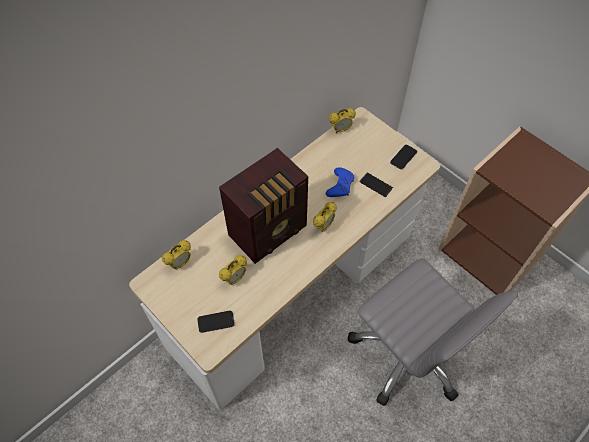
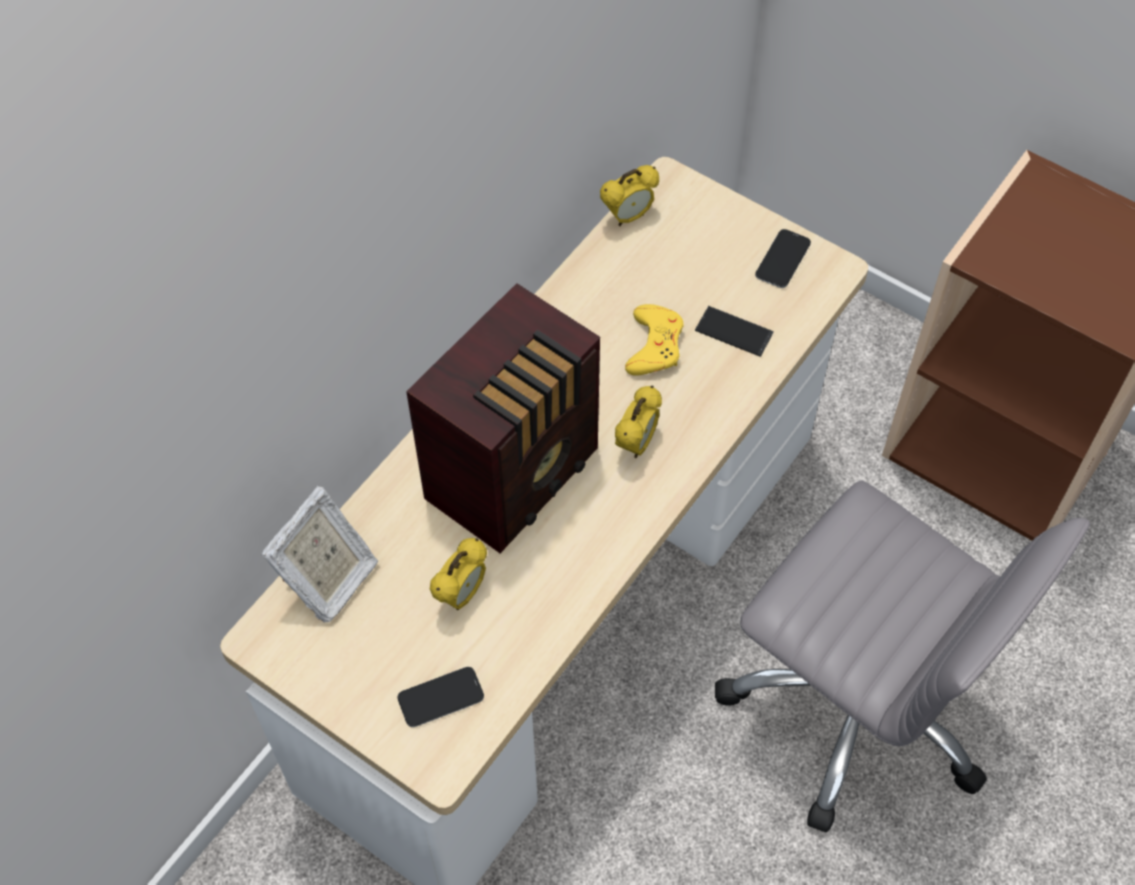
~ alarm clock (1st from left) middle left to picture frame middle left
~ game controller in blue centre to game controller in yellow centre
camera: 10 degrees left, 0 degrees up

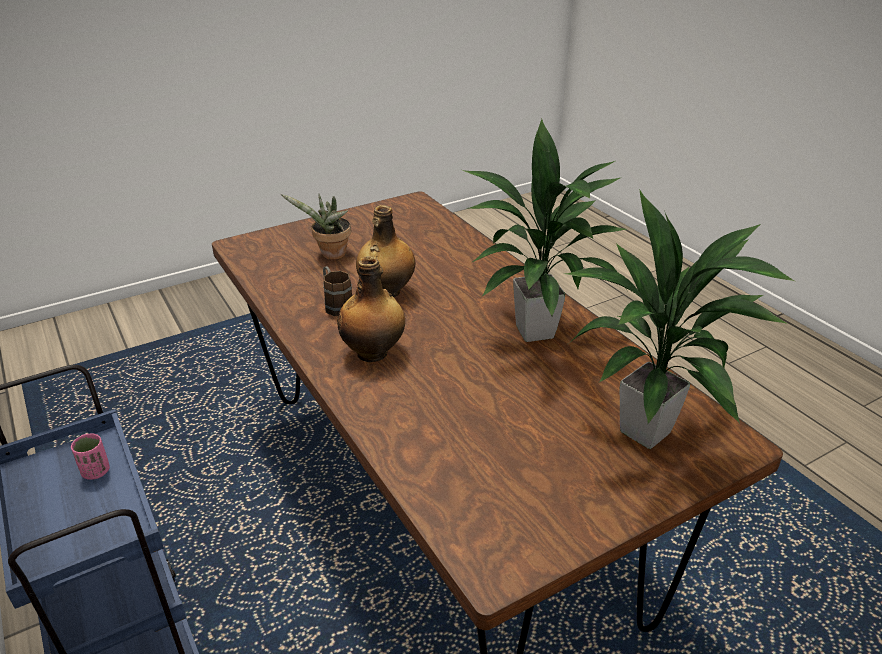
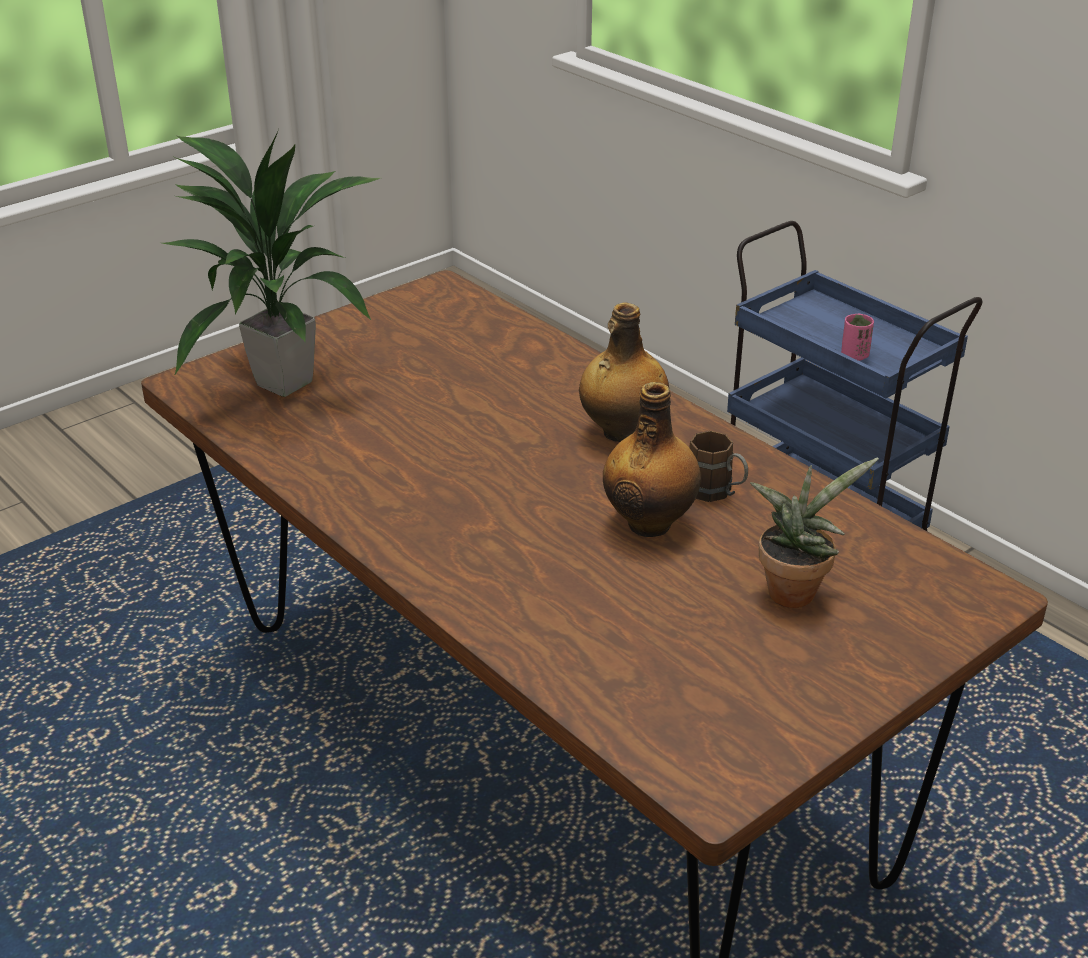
- potted plant (2nd from left) centre
camera: 170 degrees right, 0 degrees up

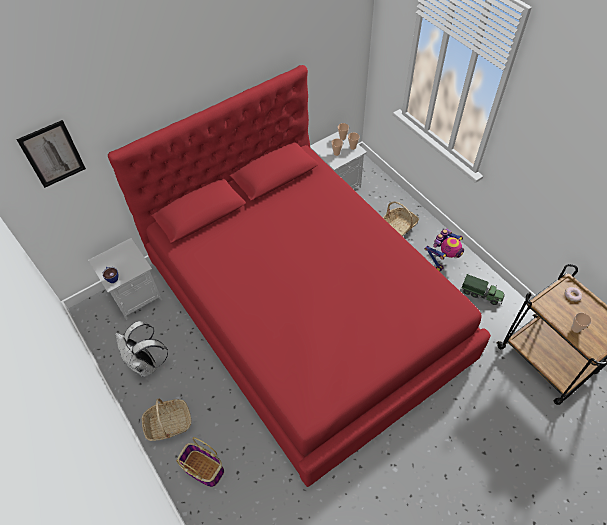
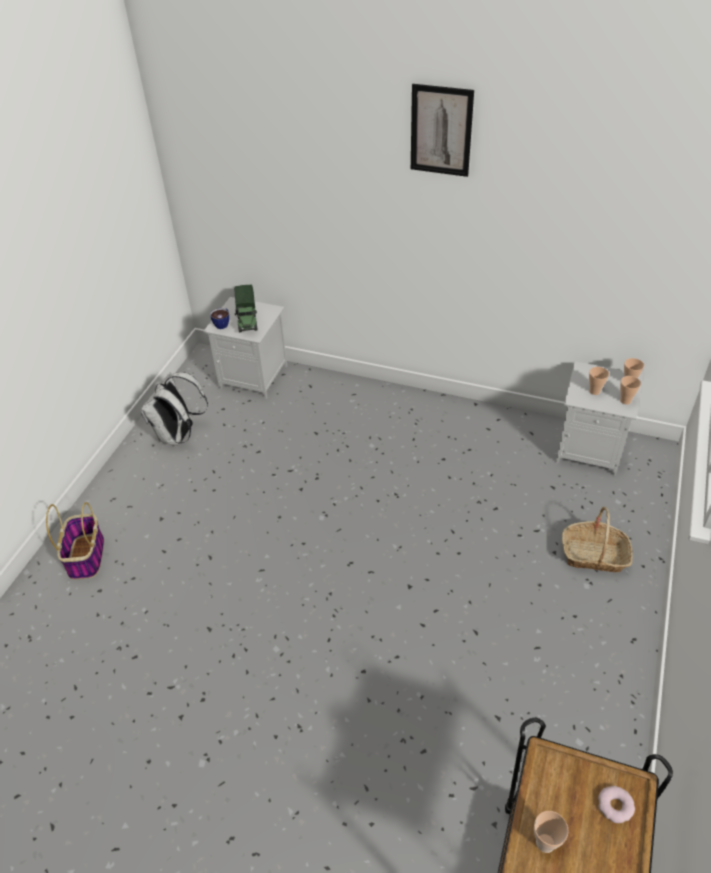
- bed in red centre
- basket (1st from left) bottom left
- toy robot middle right
~ picture top left to top centre
~ toy truck middle right to centre
camera: 55 degrees right, 10 degrees down

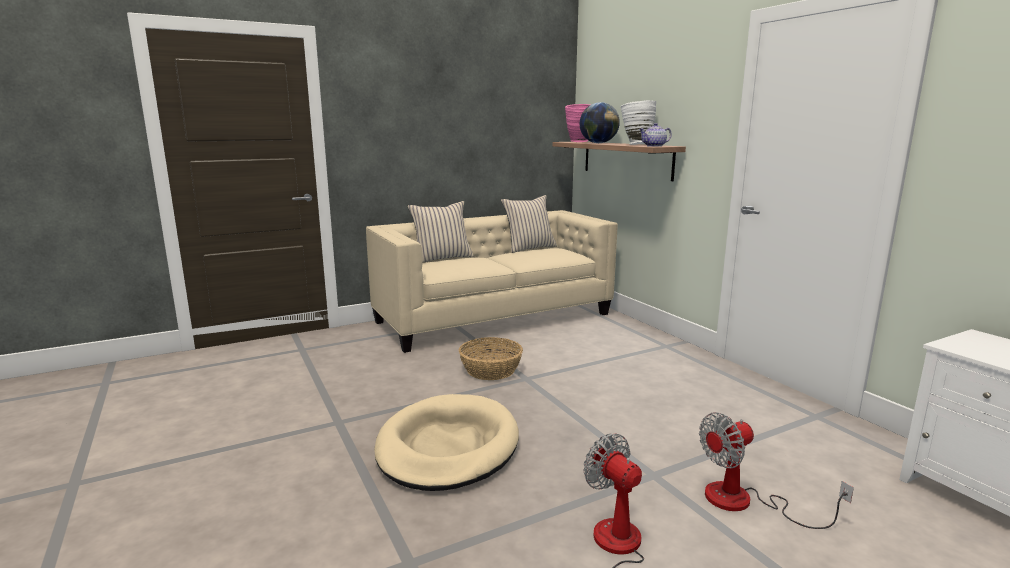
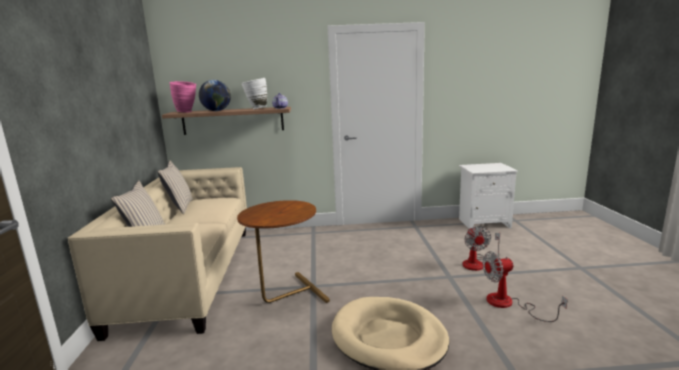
~ basket centre to side table in brown bottom centre
camera: 65 degrees left, 0 degrees up

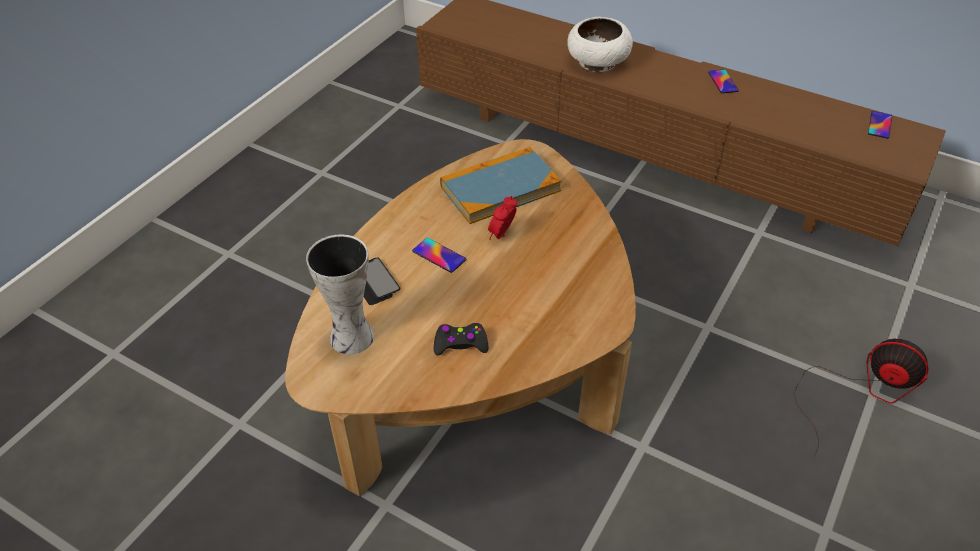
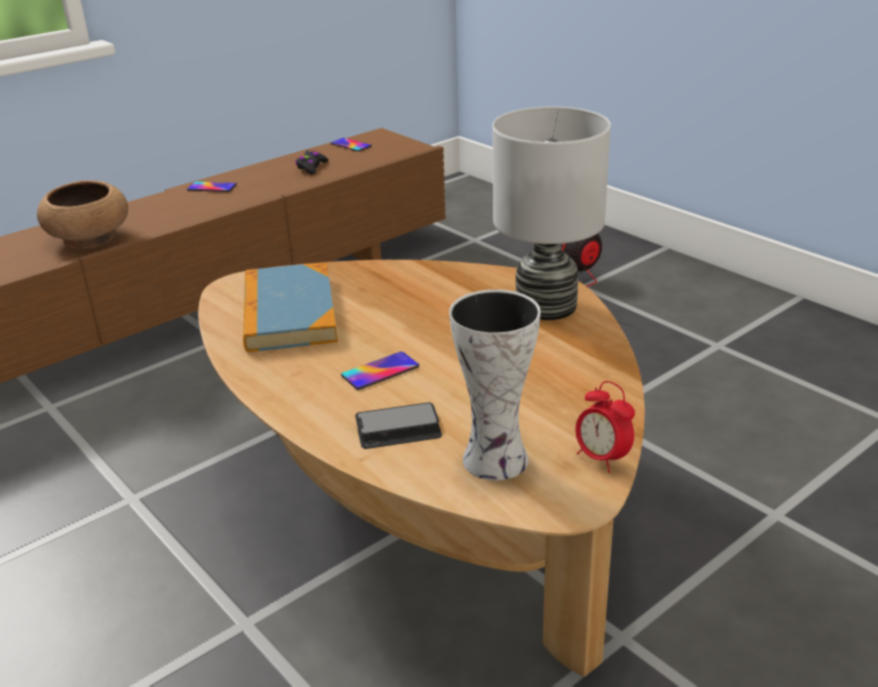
+ table lamp in grey top centre
~ game controller in black centre to top centre
~ alarm clock centre to middle right
~ bowl in white top centre to bowl in brown top left
camera: 70 degrees left, 15 degrees down

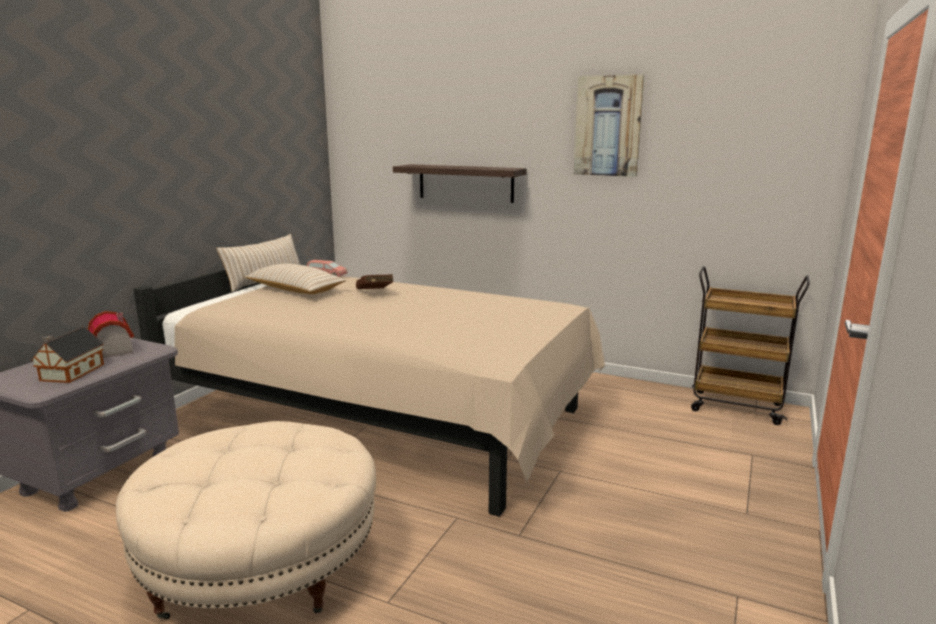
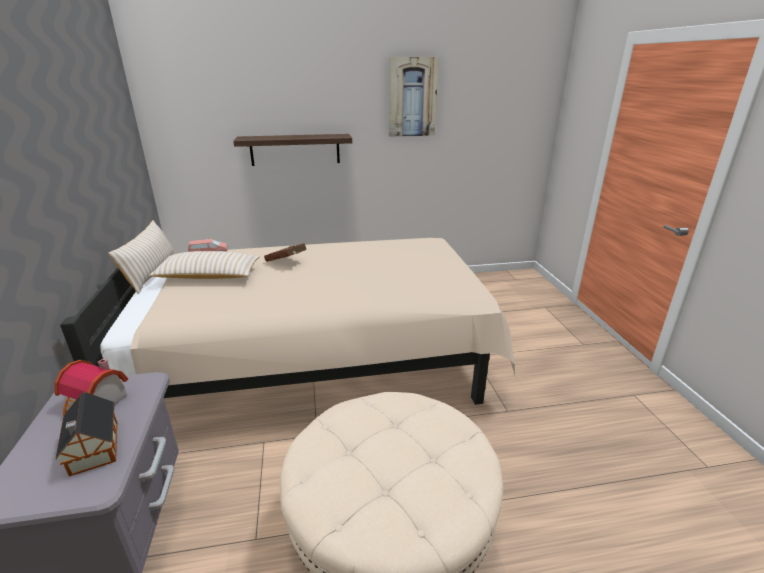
- cart in brown middle right
camera: 35 degrees left, 10 degrees up

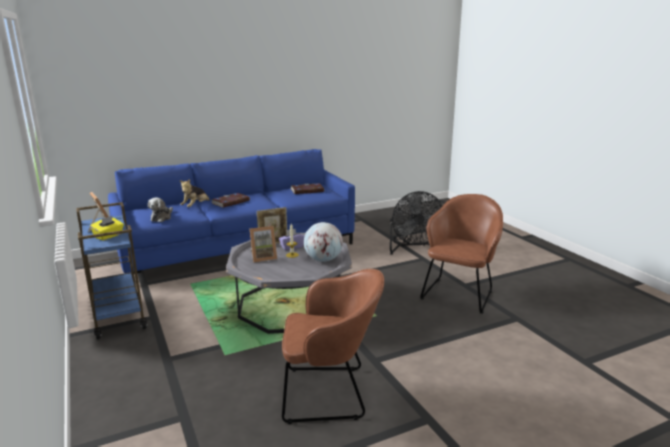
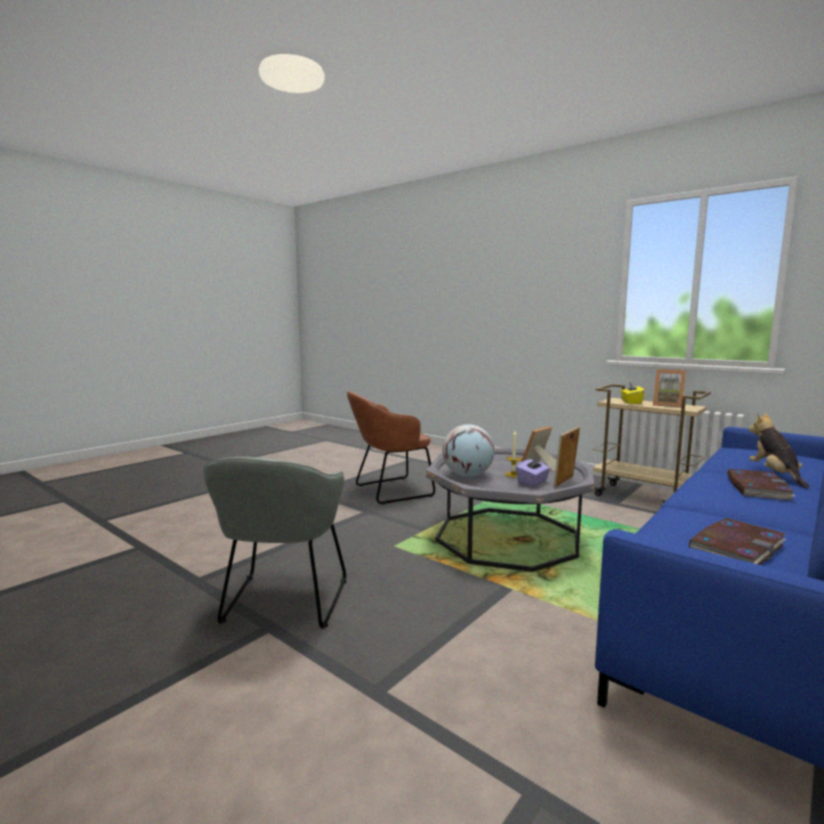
- plush toy (1st from left) middle left
- fan in black centre
~ cart in blue middle left to cart in beige middle right
~ armchair in brown (2nd from left) middle right to armchair in grey middle left
camera: 155 degrees right, 10 degrees down

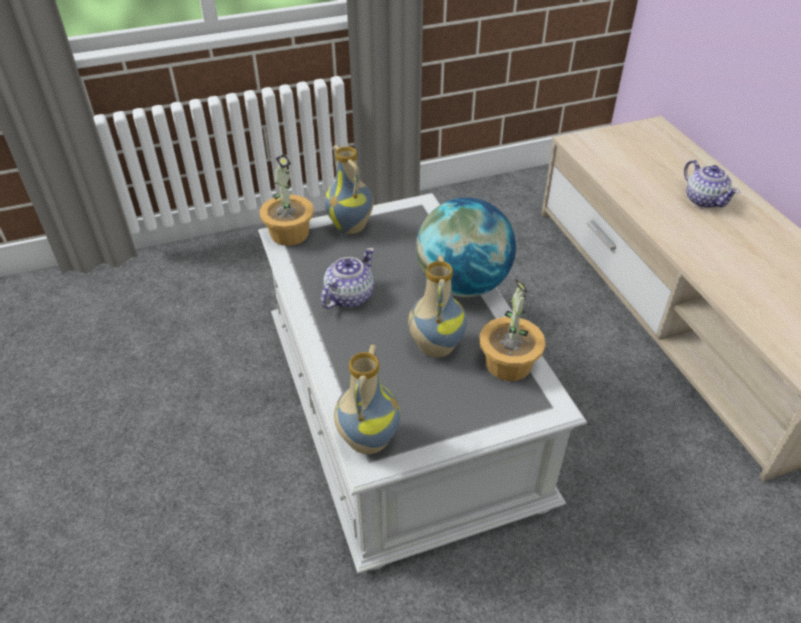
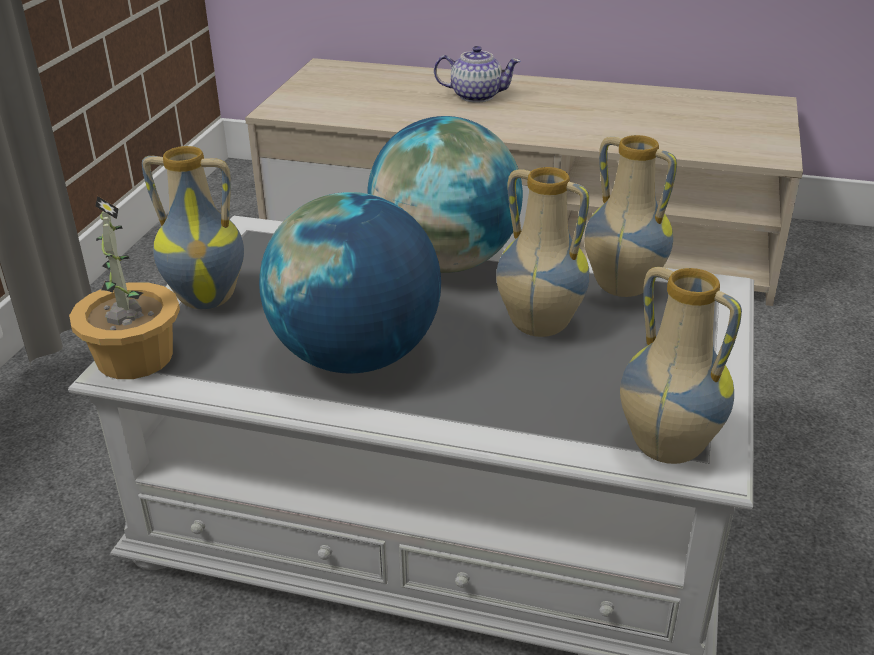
~ teapot (1st from left) centre to globe (1st from left) centre
~ potted plant (2nd from left) centre to vase (3rd from left) top right
camera: 55 degrees left, 10 degrees down

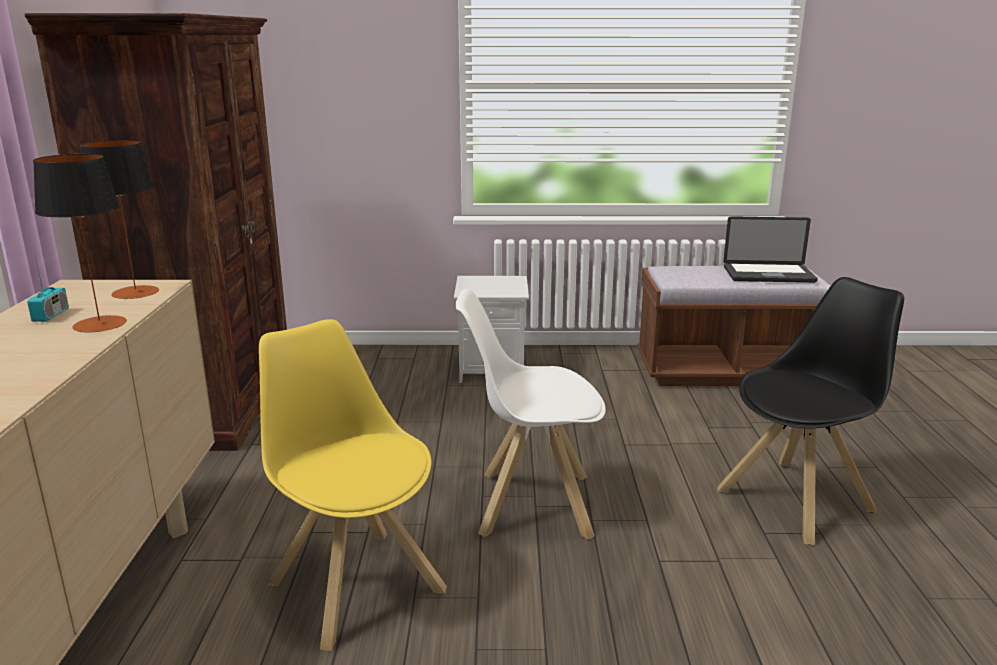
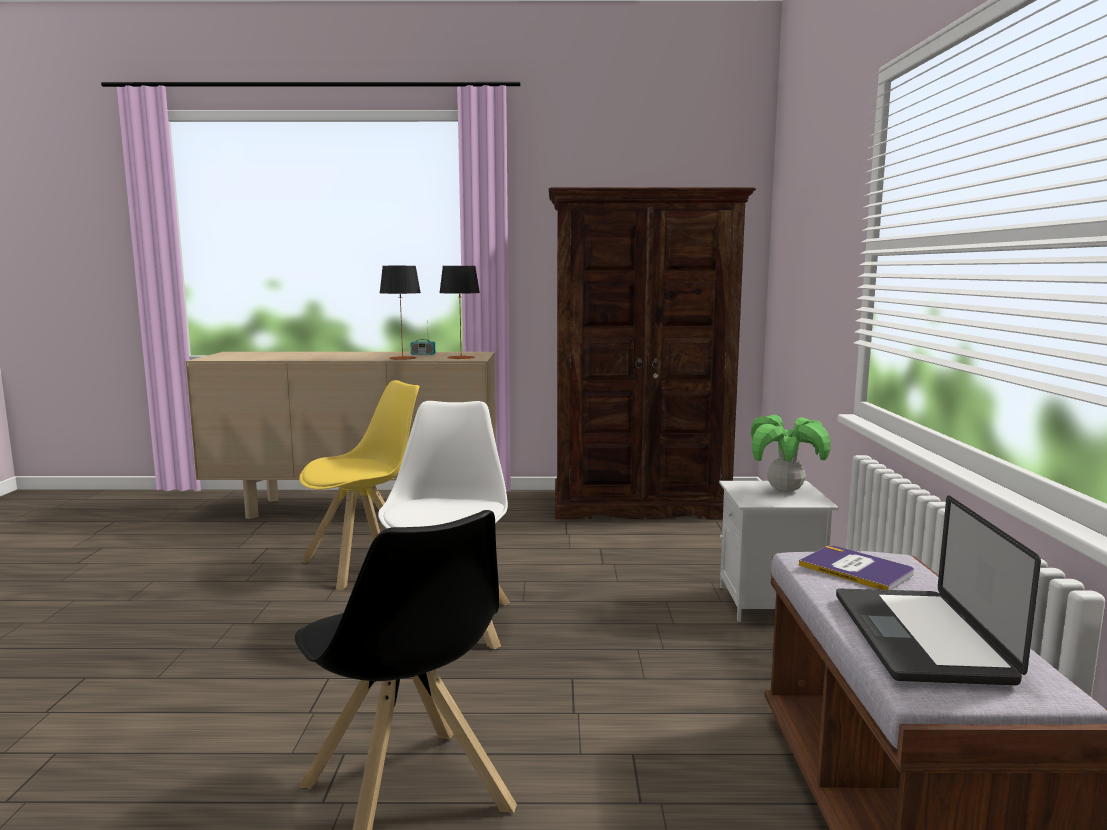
+ potted plant middle right
+ book bottom right
camera: 90 degrees right, 10 degrees down

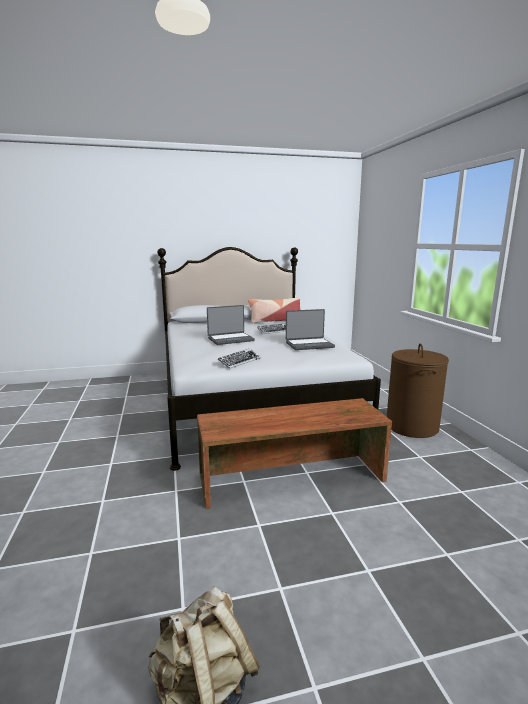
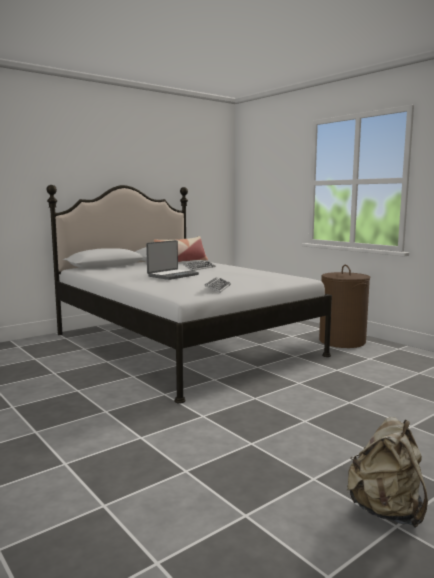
- bench in brown centre
- laptop (2nd from left) centre
camera: 25 degrees left, 5 degrees down

